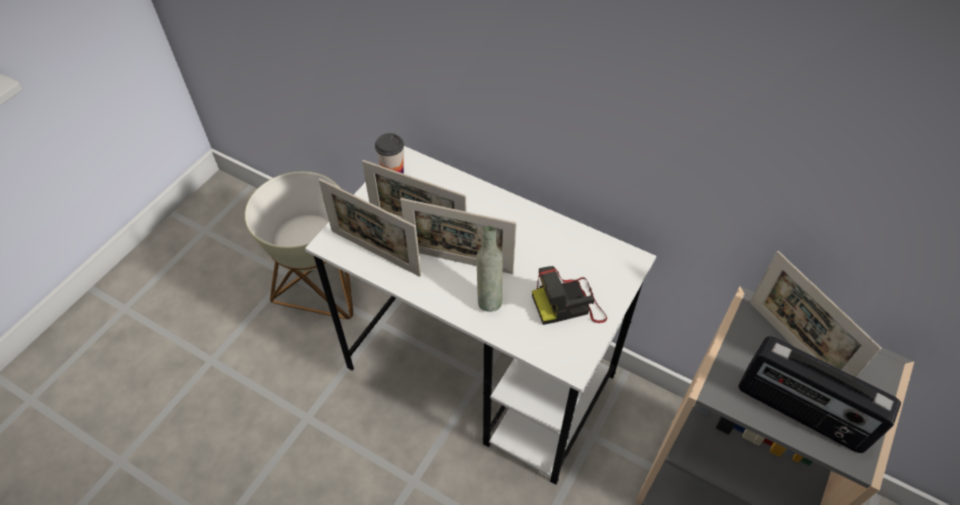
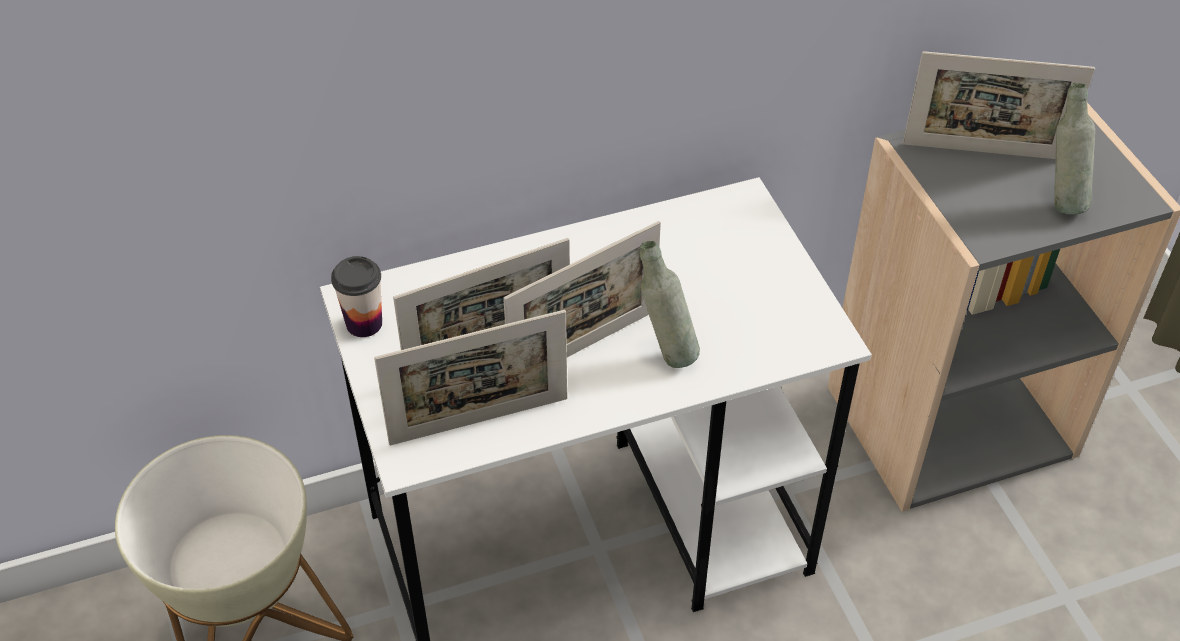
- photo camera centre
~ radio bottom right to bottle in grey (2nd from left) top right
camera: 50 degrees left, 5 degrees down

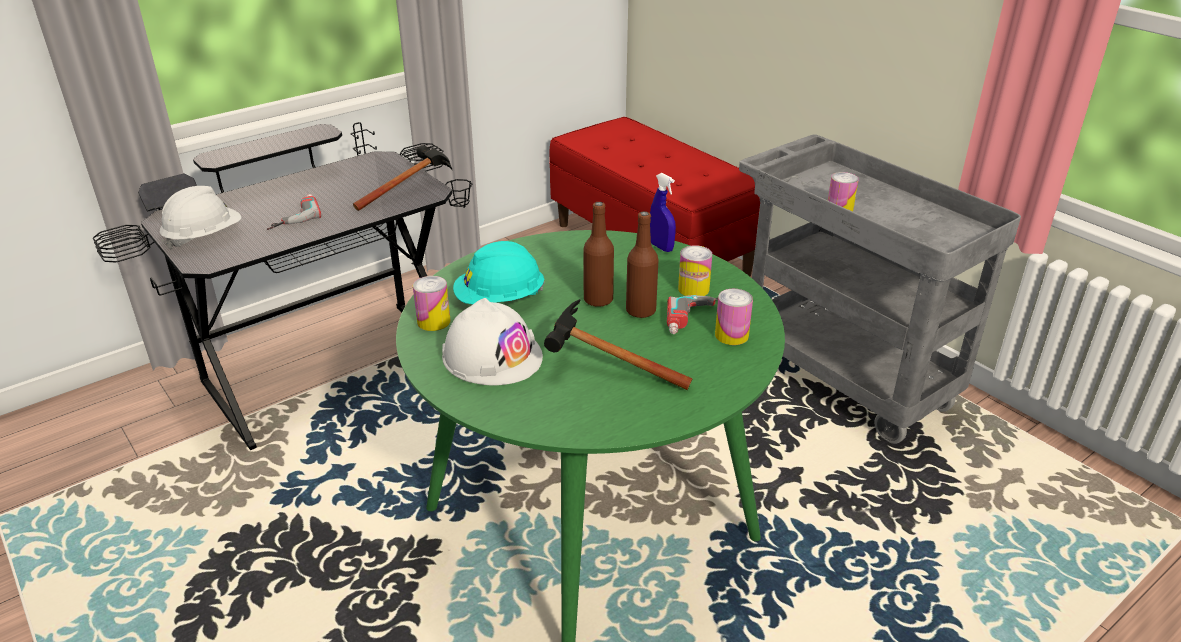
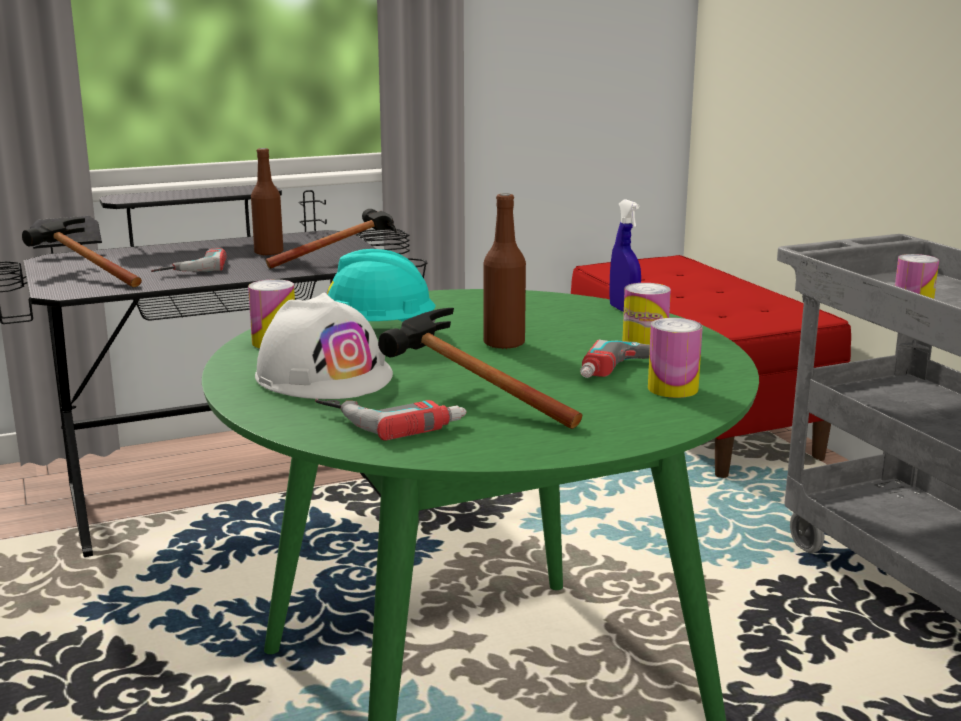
+ power drill (2nd from left) centre
~ bottle in brown (2nd from left in the first image) centre to bottle in brown (1st from left) top left
~ hard hat in white (1st from left) middle left to hammer (1st from left) middle left
camera: 15 degrees right, 15 degrees down

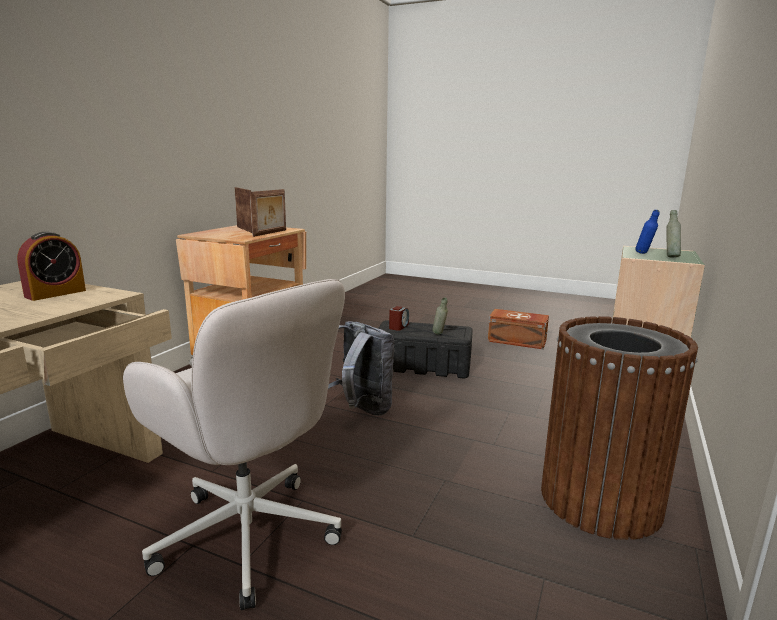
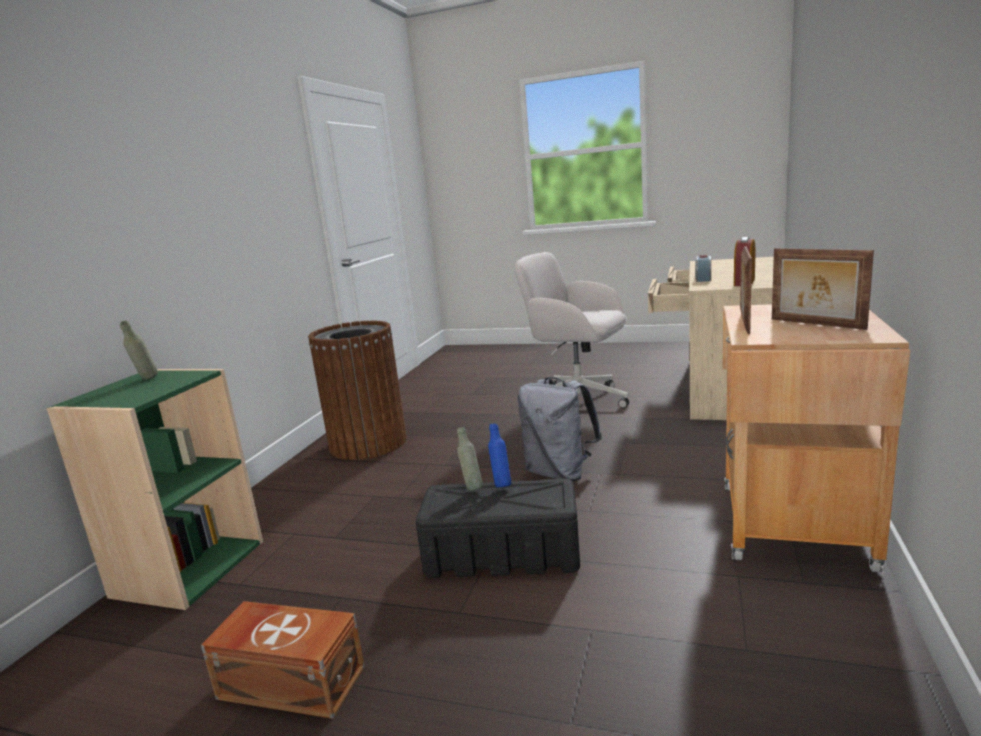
~ alarm clock (2nd from left in the first image) centre to alarm clock (1st from left) middle right
~ bottle in blue middle right to centre
camera: 175 degrees right, 0 degrees up

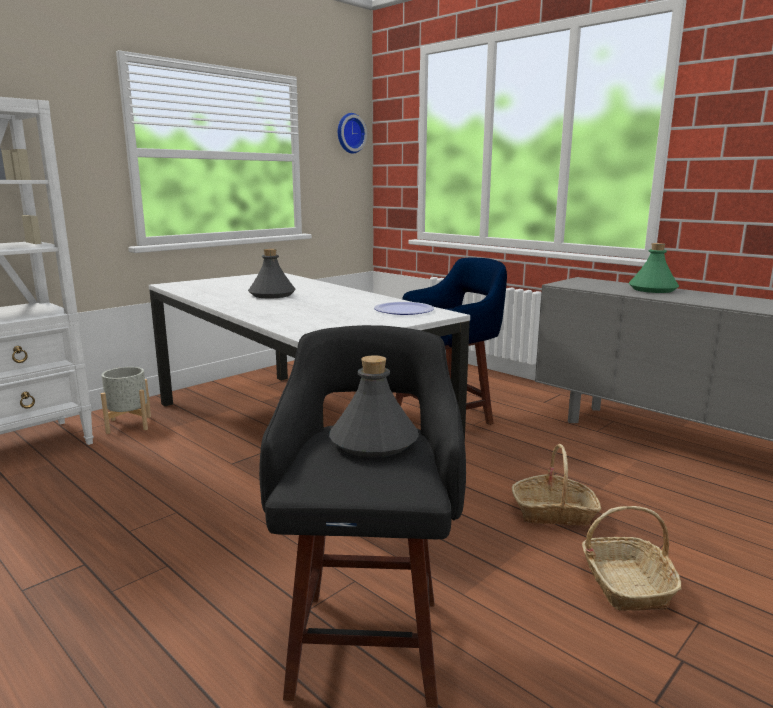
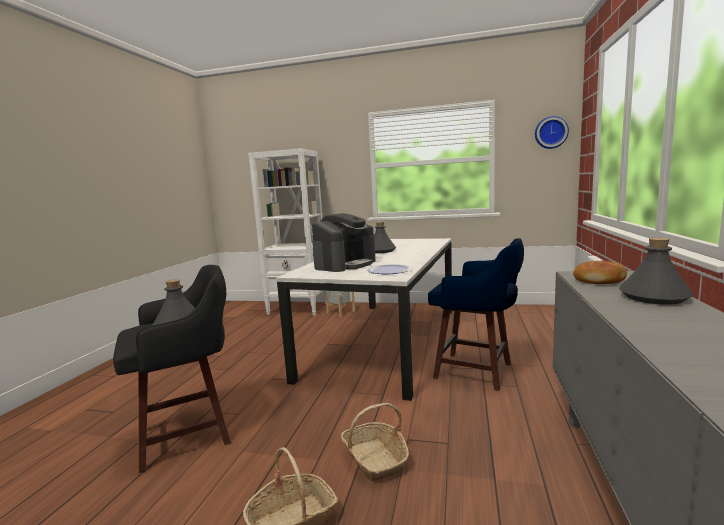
+ coffee machine centre
+ bread middle right
~ bottle in green middle right to bottle in grey (3rd from left) middle right
camera: 60 degrees right, 5 degrees down

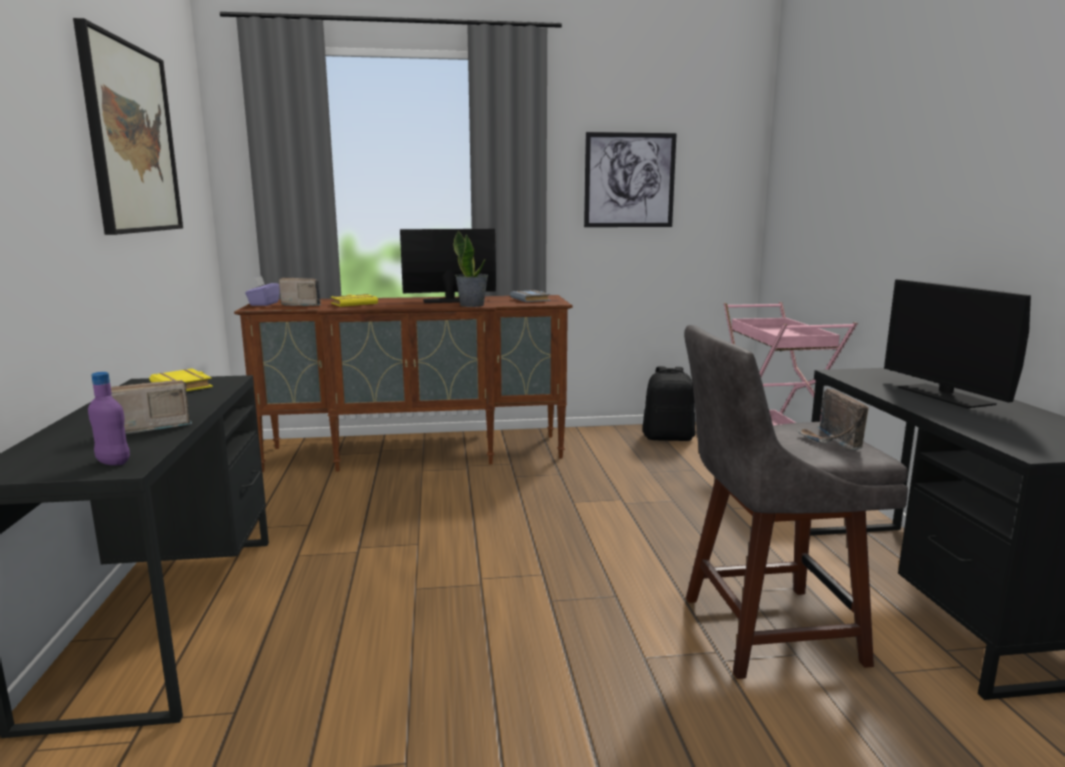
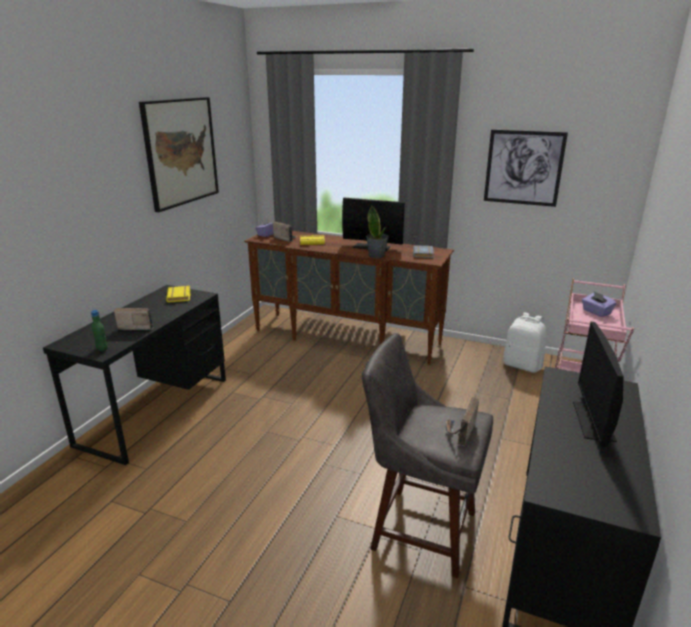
+ tissue box in purple (2nd from left) middle right
~ bottle in purple middle left to bottle in green middle left
~ backpack in black centre to backpack in white middle right
camera: 30 degrees right, 10 degrees up

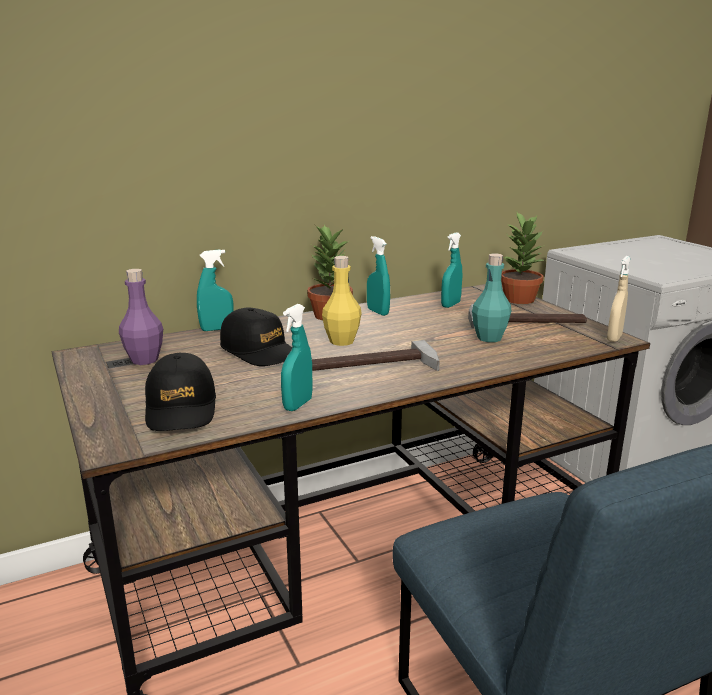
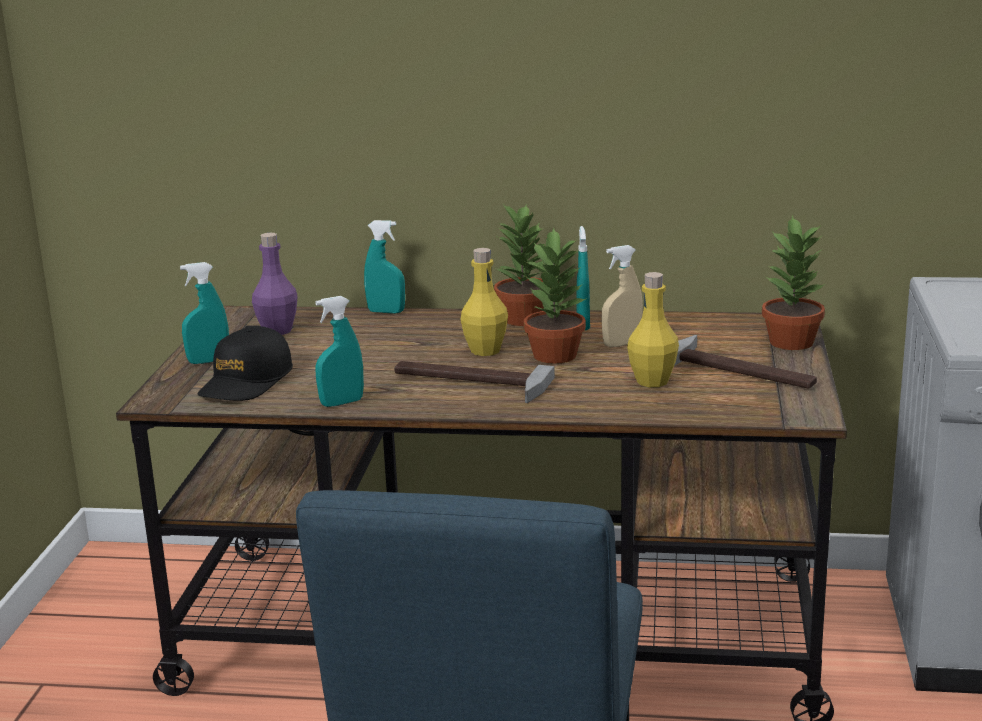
- cap in black (2nd from left) centre
+ potted plant (2nd from left) centre
~ spray bottle in turquoise (4th from left in the first image) centre to spray bottle in turquoise (1st from left) middle left
~ spray bottle in beige middle right to centre
~ bottle in turquoise middle right to bottle in yellow (2nd from left) centre
camera: 35 degrees right, 0 degrees up

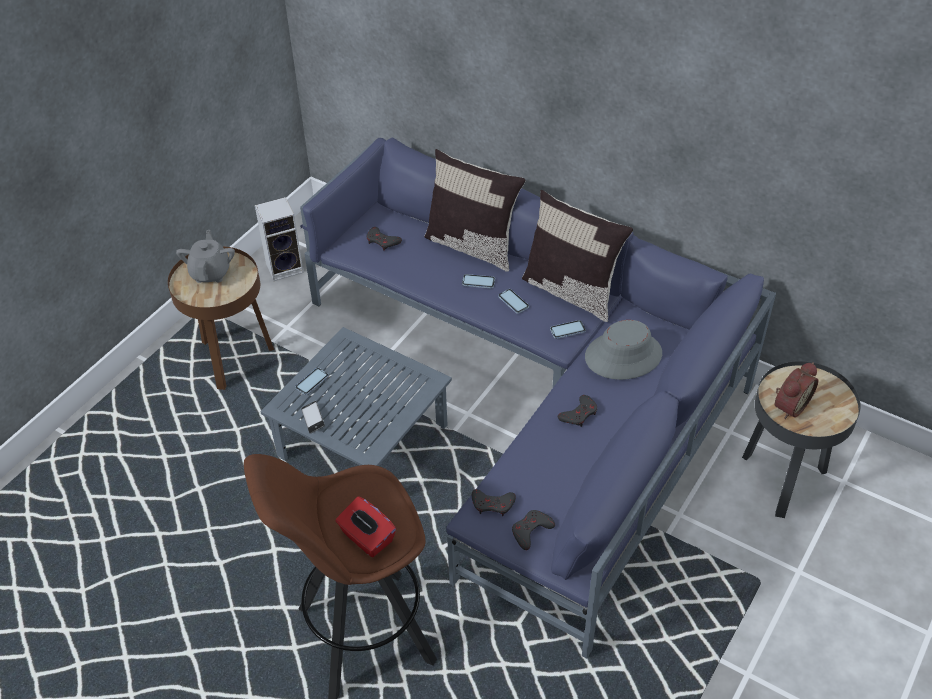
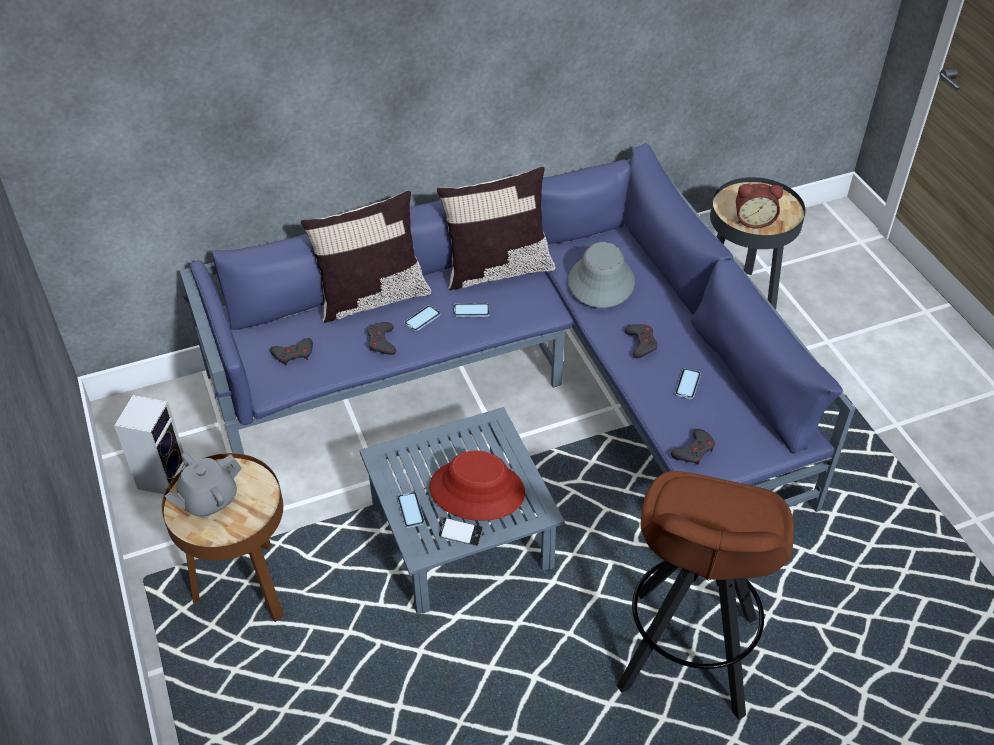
- tissue box in red bottom centre
+ hat in red centre
~ game controller in grey (3rd from left in the first image) bottom centre to game controller in grey (2nd from left) centre
~ phone (5th from left) centre to middle right
~ teapot in grey middle left = middle left 75 degrees counterclockwise
~ alarm clock middle right = top right 105 degrees clockwise
camera: 55 degrees left, 0 degrees up

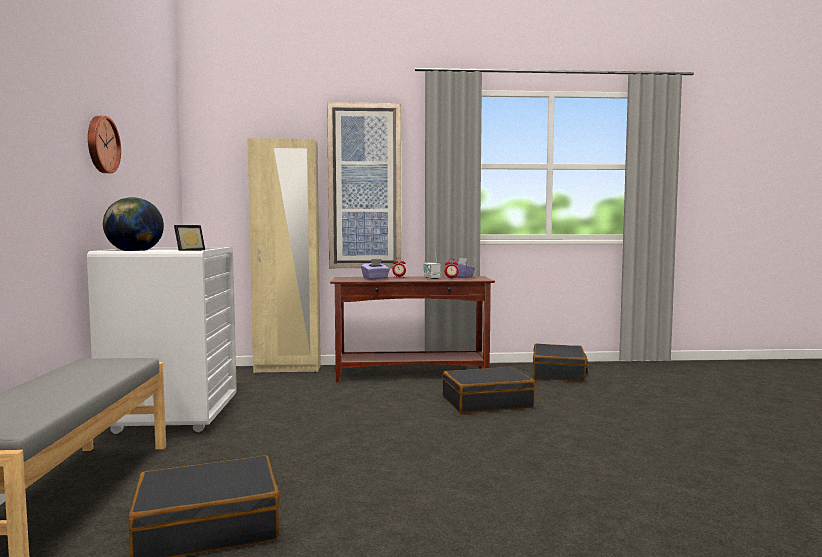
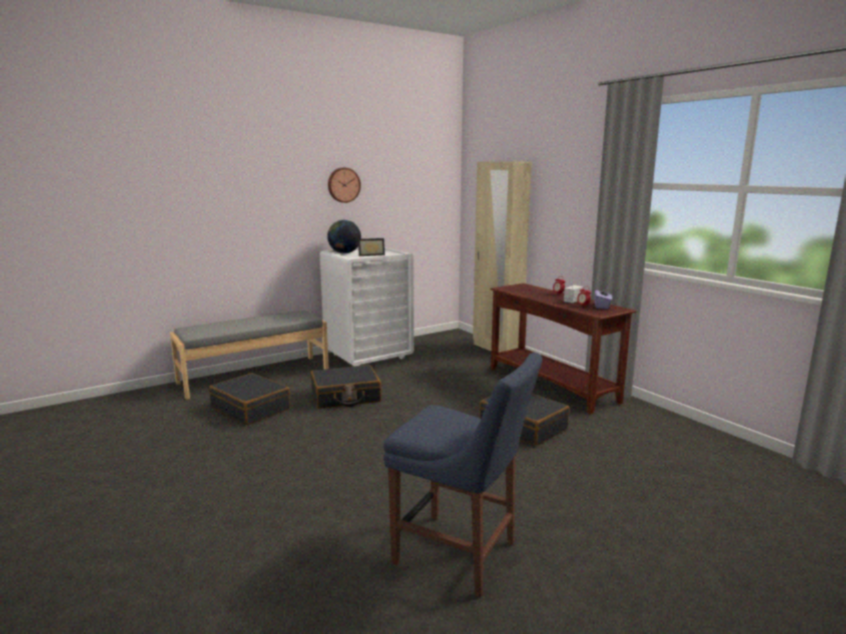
- picture top centre
- tissue box in purple (1st from left) centre
+ chair in blue bottom centre
~ suitcase in black (3rd from left in the first image) middle right to suitcase in black (2nd from left) centre
camera: 60 degrees right, 10 degrees up

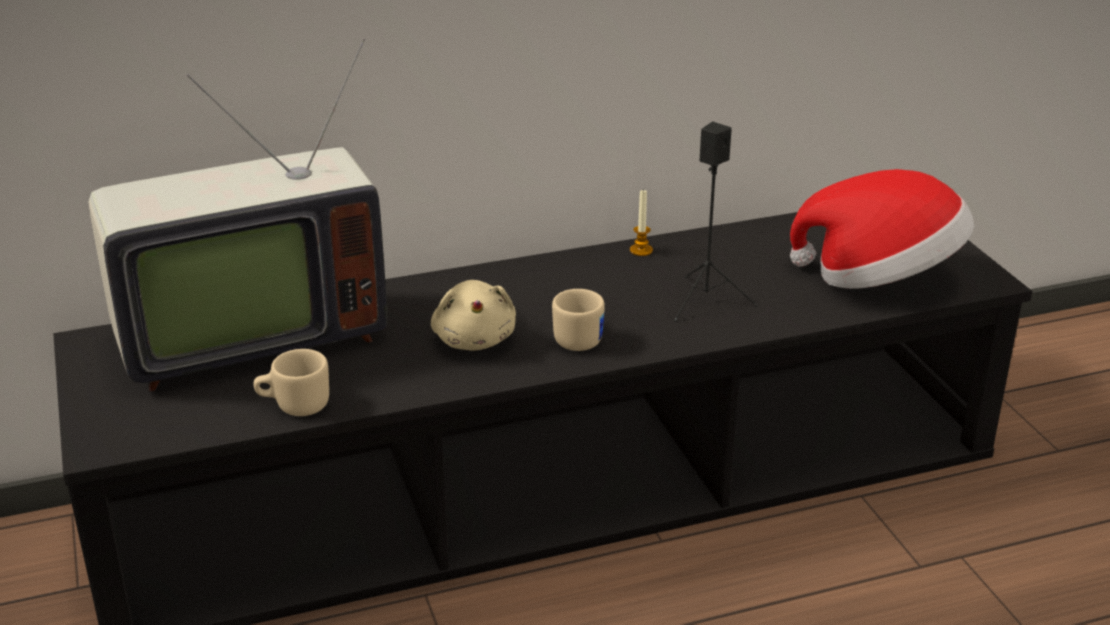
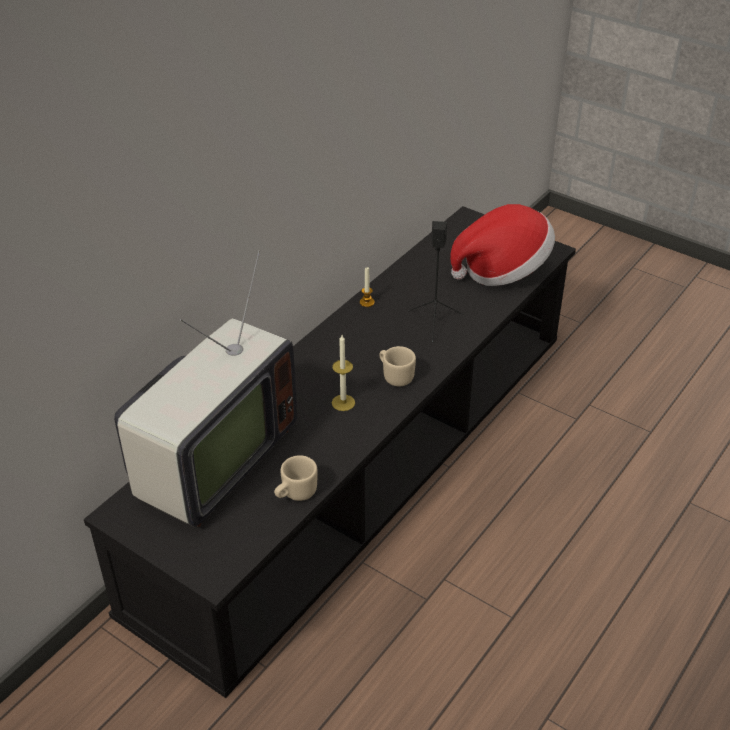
~ plush toy in beige centre to candle (1st from left) centre
camera: 35 degrees left, 10 degrees up

